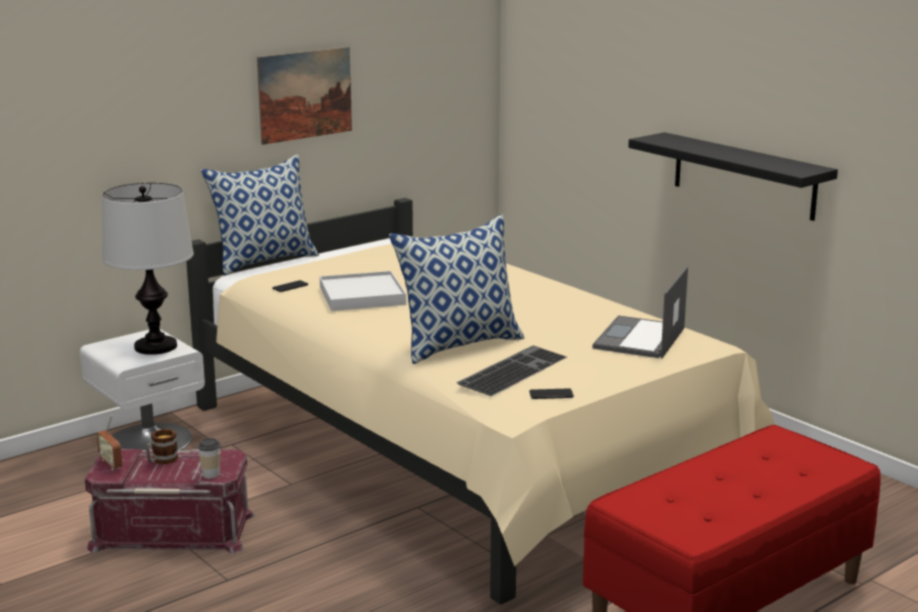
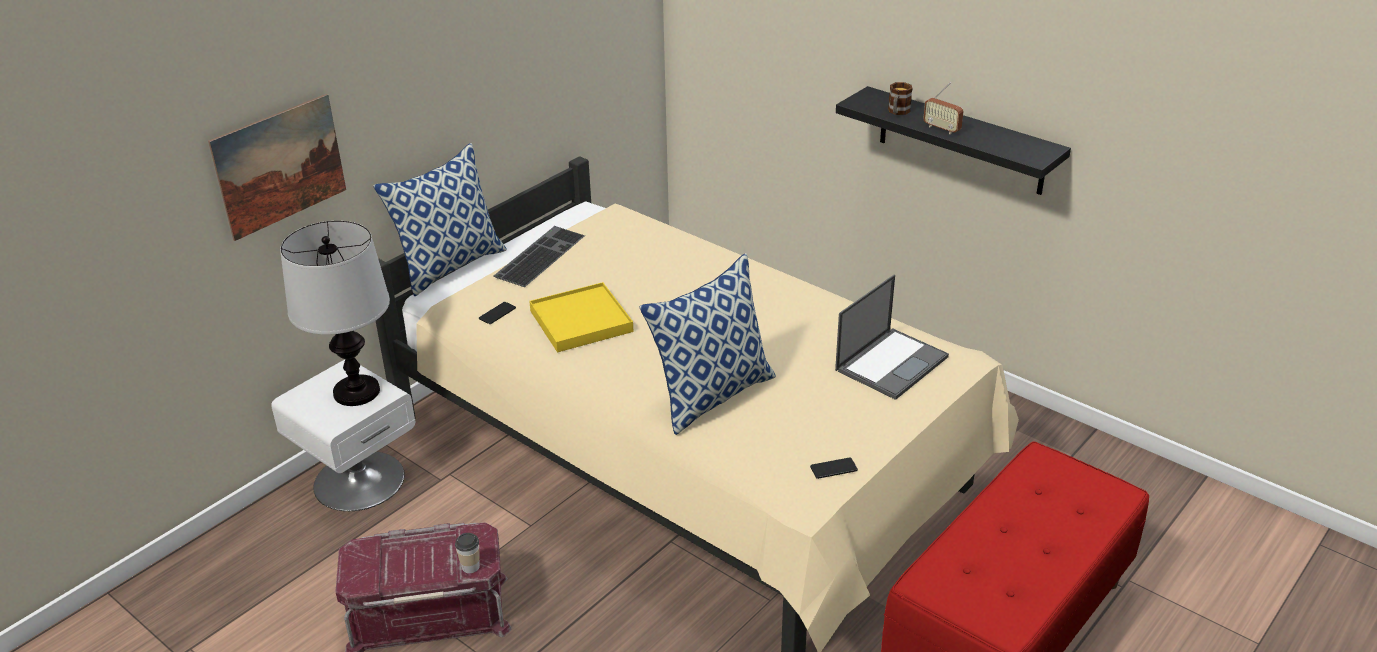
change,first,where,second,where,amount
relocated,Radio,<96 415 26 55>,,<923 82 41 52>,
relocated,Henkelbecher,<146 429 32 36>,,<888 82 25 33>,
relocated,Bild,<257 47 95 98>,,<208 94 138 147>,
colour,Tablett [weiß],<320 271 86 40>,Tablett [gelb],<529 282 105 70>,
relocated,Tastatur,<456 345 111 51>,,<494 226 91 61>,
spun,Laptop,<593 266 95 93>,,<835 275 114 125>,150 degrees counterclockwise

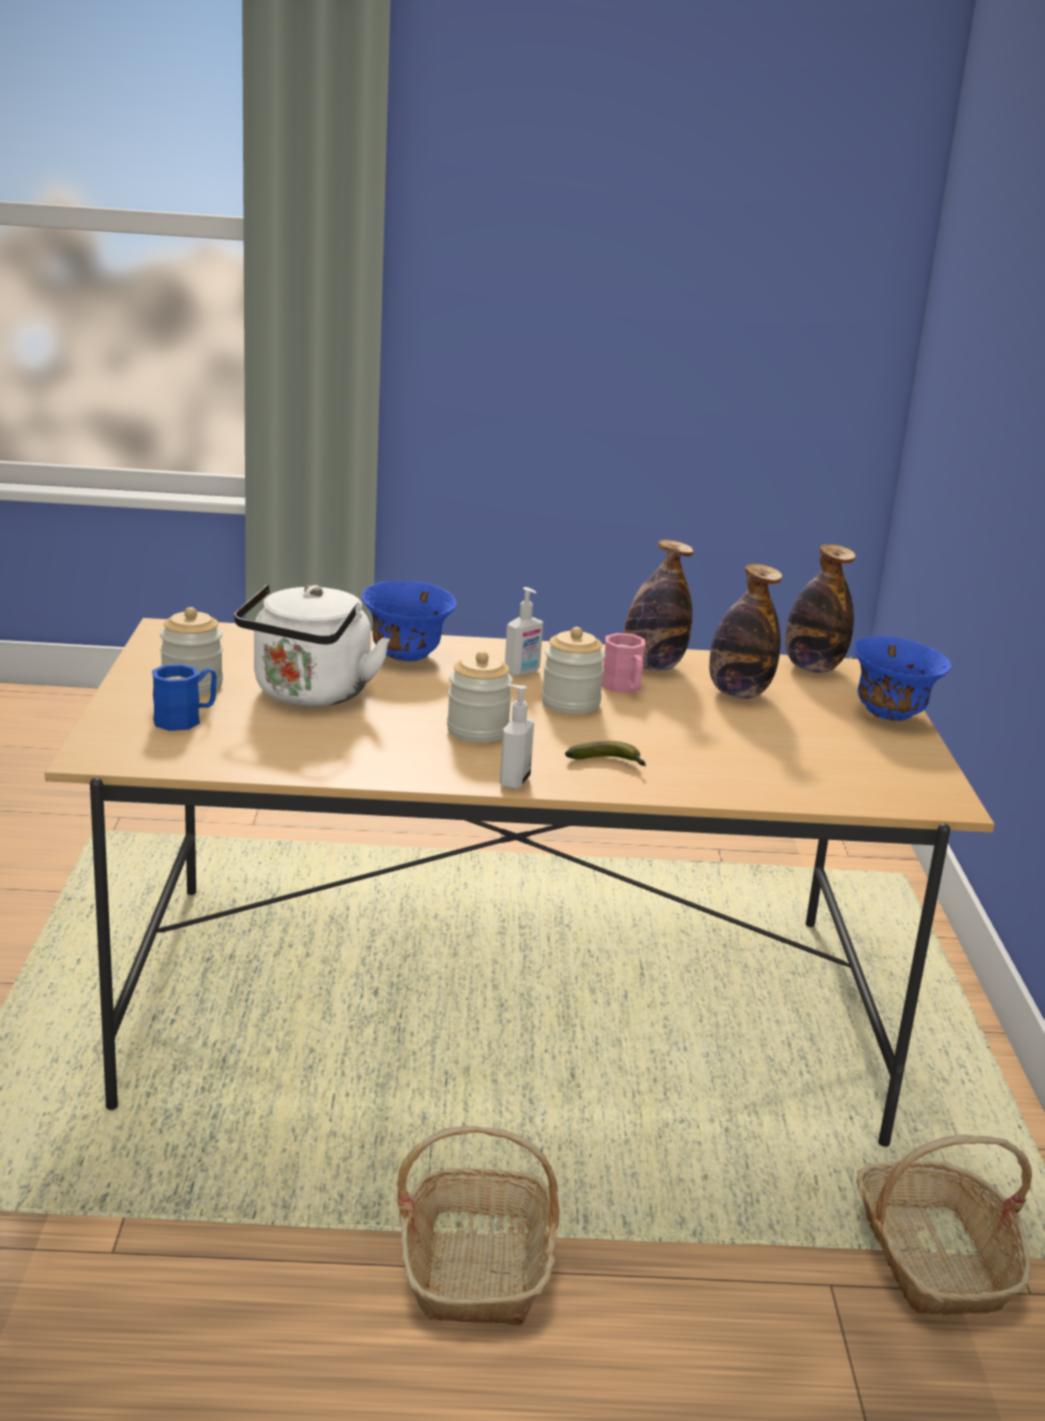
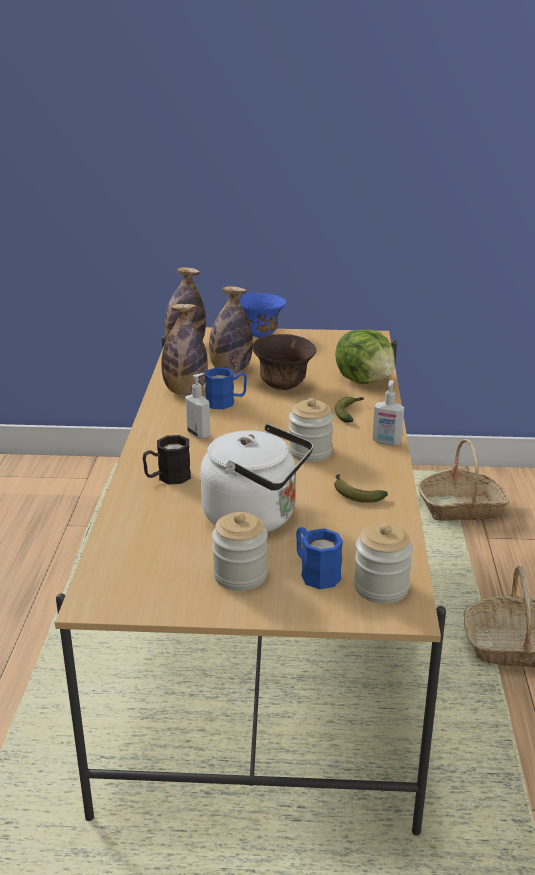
change,first,where,second,where,amount
exchanged,Schüssel [blau],<362 581 95 80>,Henkelbecher [schwarz],<143 435 48 49>,
relocated,Vorratsglas,<542 627 63 87>,,<354 523 59 80>,
colour,Henkelbecher [rosa],<602 633 44 60>,Henkelbecher [blau],<205 368 42 41>,
appeared,,,Schüssel [braun],<252 334 64 56>,
appeared,,,Banane,<334 474 54 29>,
appeared,,,Salatkopf,<335 329 60 55>,

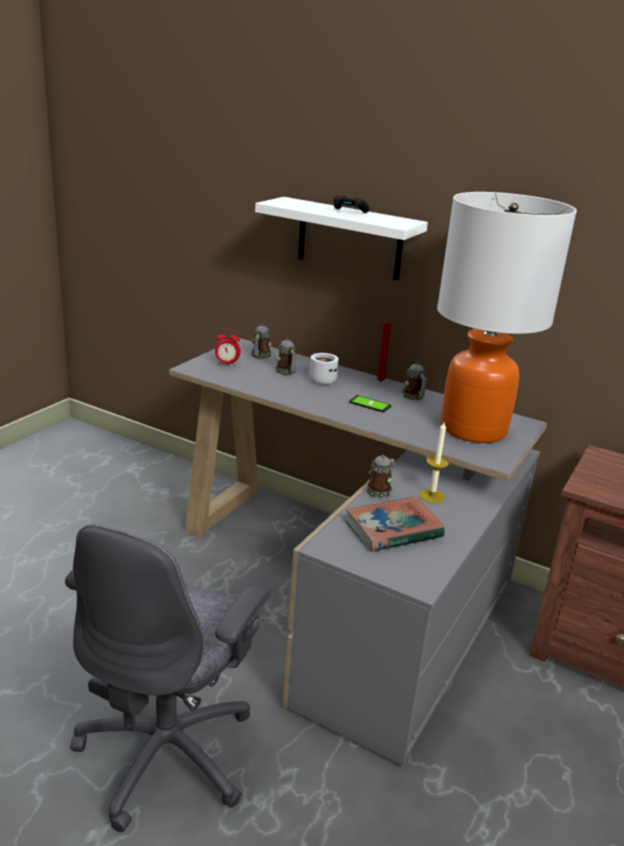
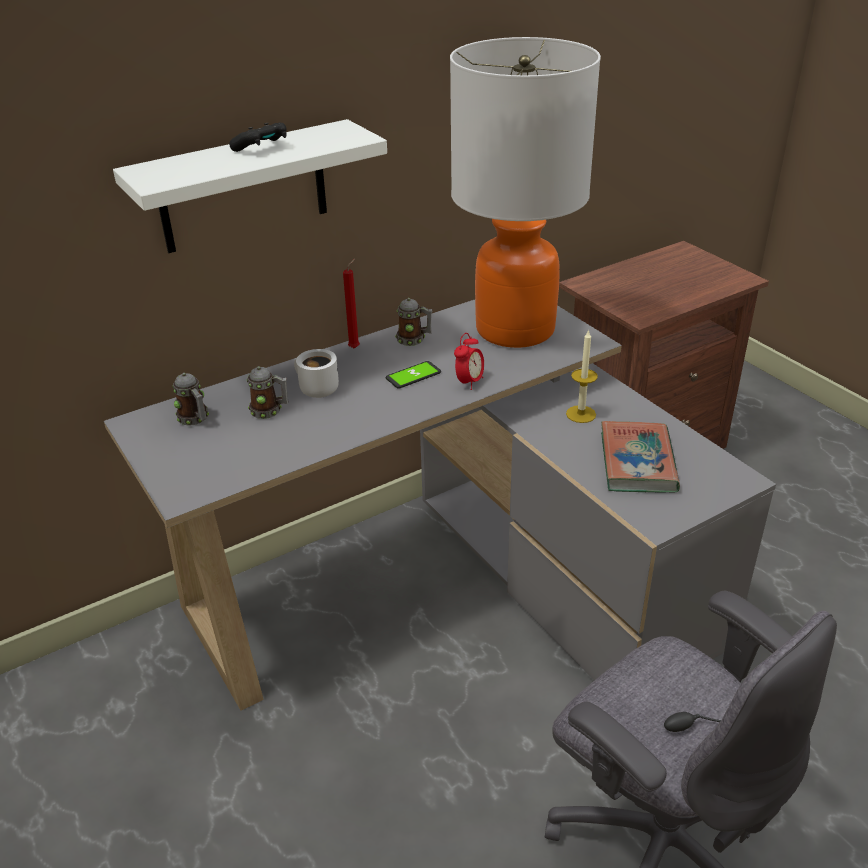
change,first,where,second,where,amount
relocated,Wecker,<215 329 25 38>,,<454 333 30 57>,
missing,Henkelbecher,<366 455 28 43>,,,

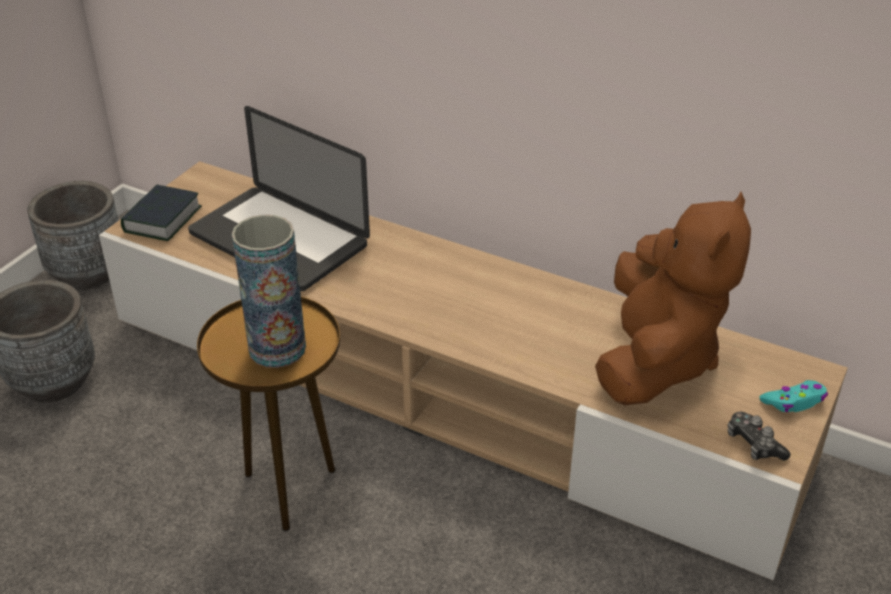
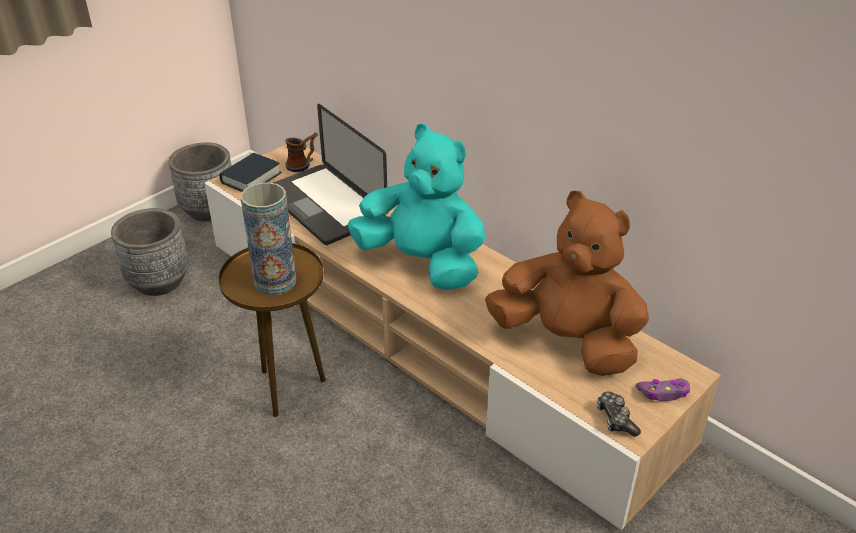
change,first,where,second,where,amount
spun,Plüschtier [braun],<595 192 156 213>,,<485 191 164 185>,90 degrees counterclockwise
colour,Gamepad [türkis],<759 380 69 32>,Gamepad [lila],<636 379 54 22>,
appeared,,,Henkelbecher,<285 133 33 39>,
appeared,,,Plüschtier [türkis],<347 124 138 166>,

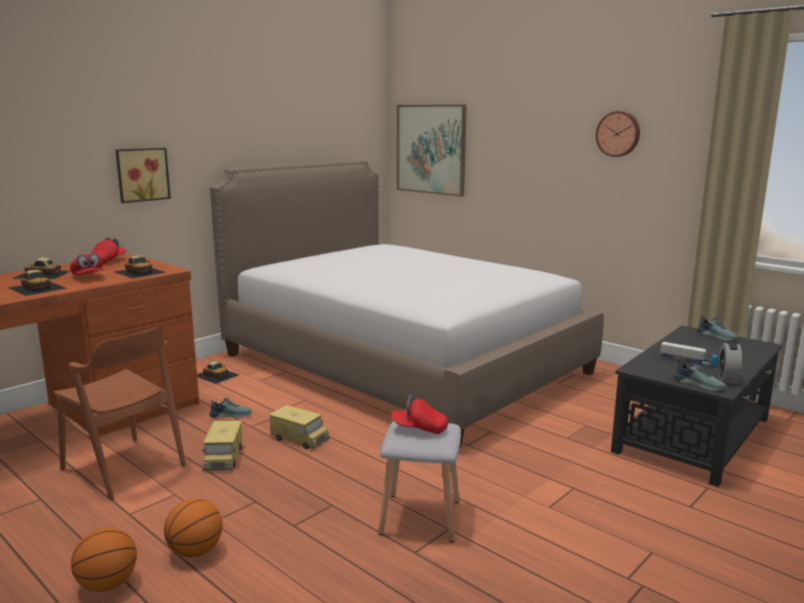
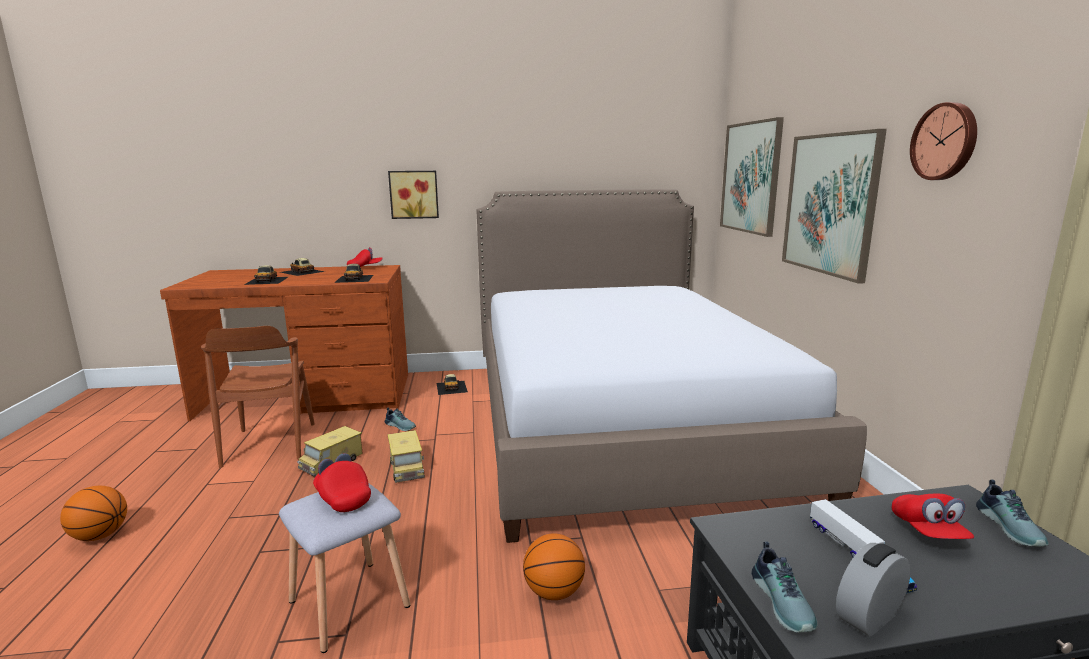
change,first,where,second,where,amount
relocated,Kappe [rot],<70 253 35 22>,,<892 494 82 45>,
relocated,Basketball,<164 499 59 59>,,<523 533 62 67>,
appeared,,,Bild,<782 129 105 155>,

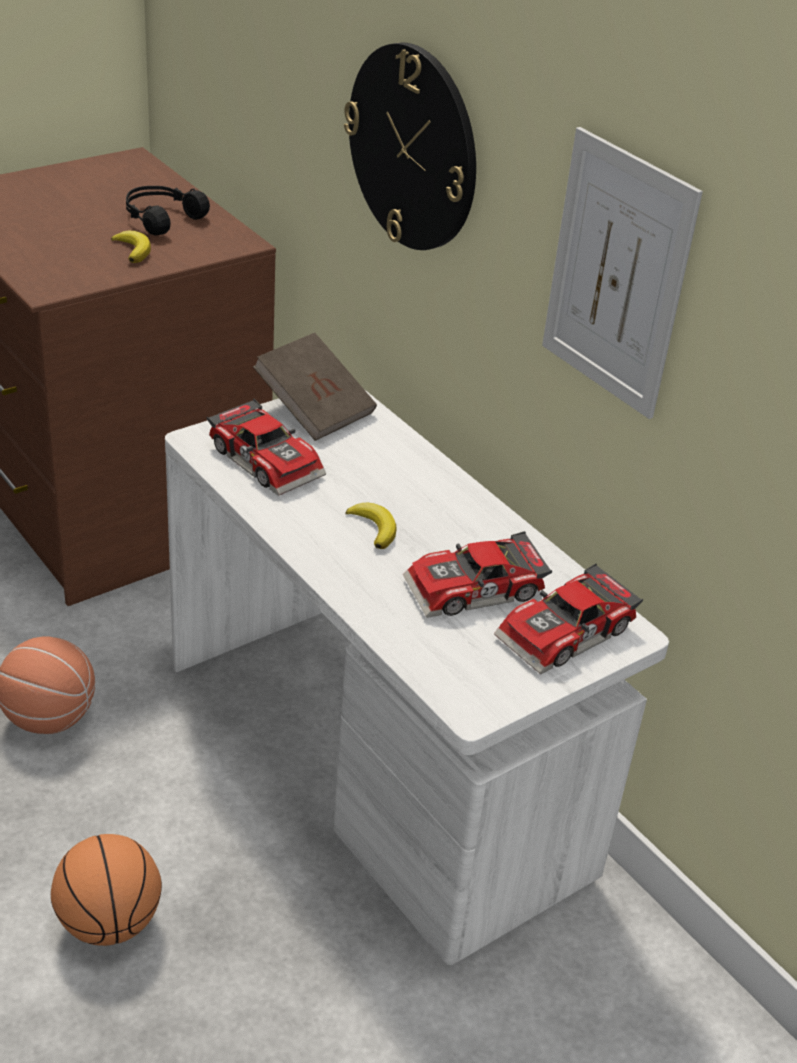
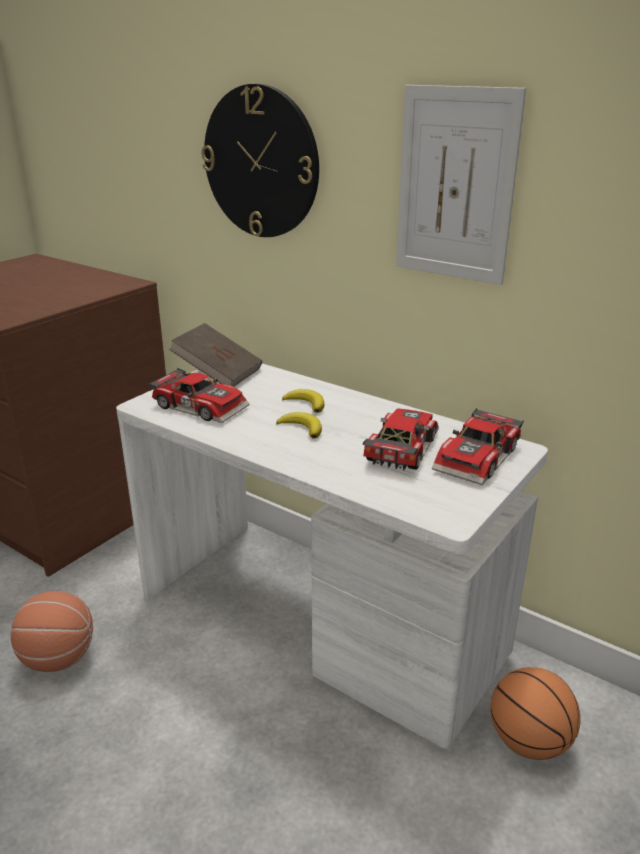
change,first,where,second,where,amount
relocated,Basketball,<51 834 111 112>,,<490 667 91 93>,
relocated,Banane,<111 231 40 32>,,<282 389 42 24>,
missing,Kopfhörer [schwarz],<126 186 84 50>,,,
spun,Spielzeugauto,<403 531 149 87>,,<363 409 76 61>,150 degrees clockwise

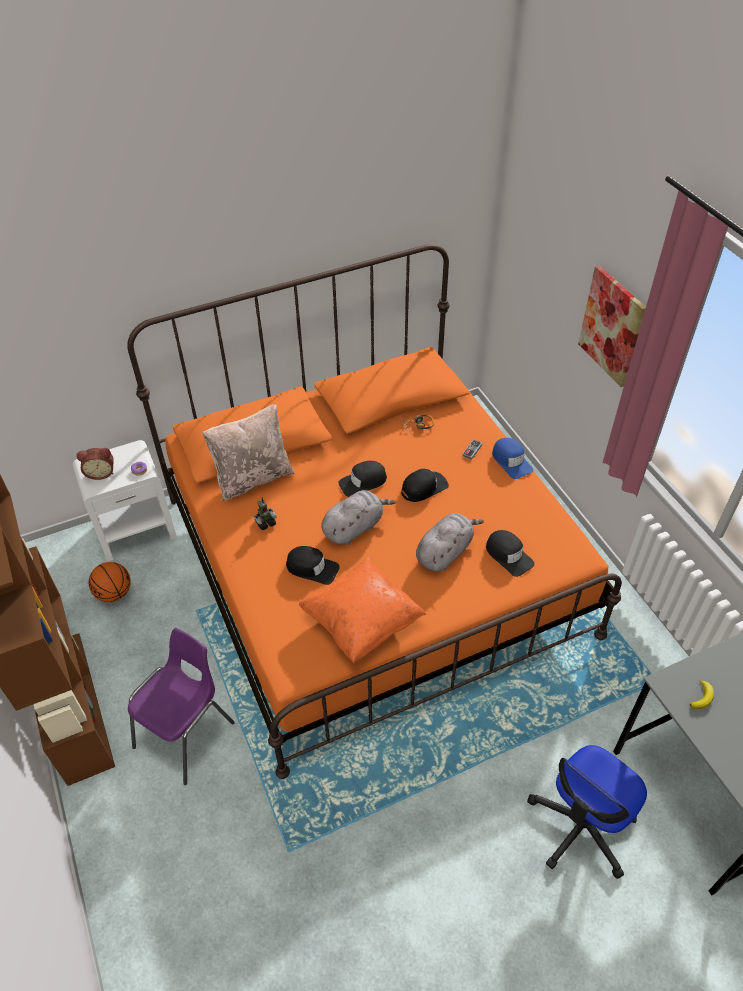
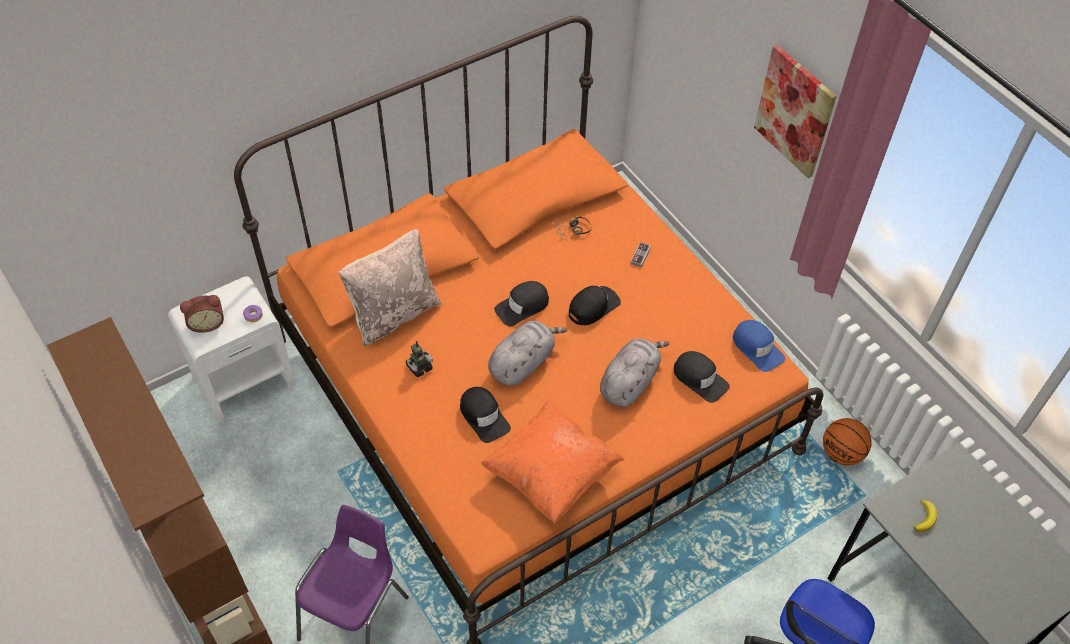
change,first,where,second,where,amount
relocated,Basketball,<89 562 42 40>,,<823 418 49 47>,
spun,Kappe [schwarz],<286 546 54 39>,,<460 387 51 56>,45 degrees clockwise
relocated,Kappe [blau],<492 438 41 41>,,<733 320 52 52>,

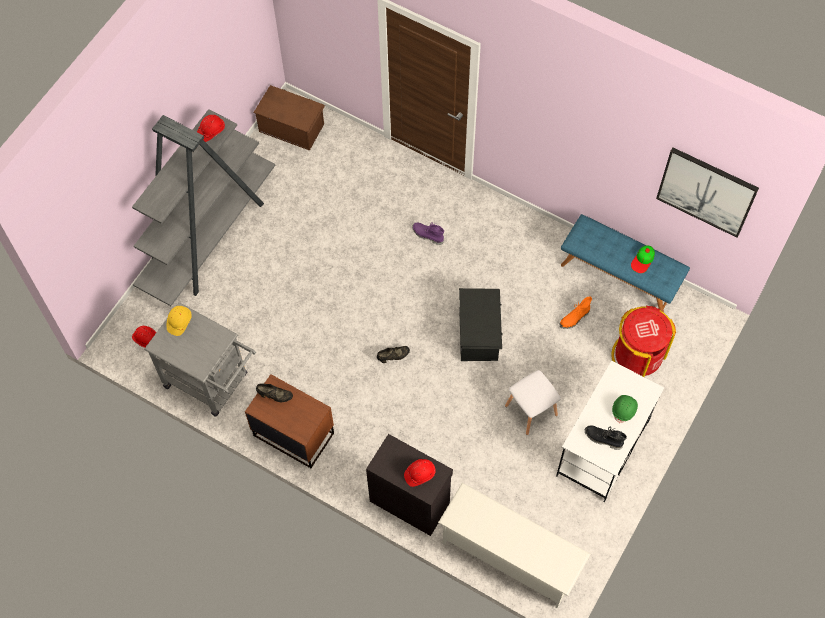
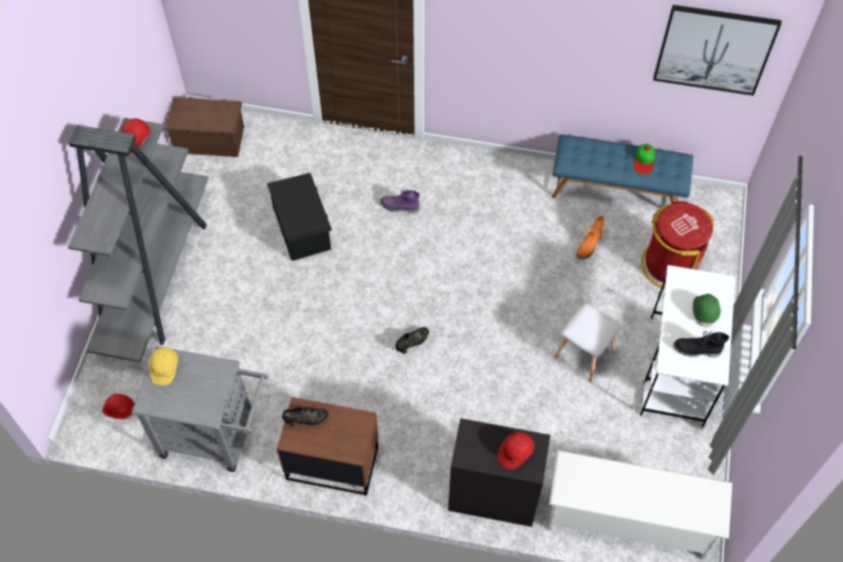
change,first,where,second,where,amount
relocated,Aufbewahrungsbox [schwarz],<459 288 44 73>,,<267 173 65 88>,

